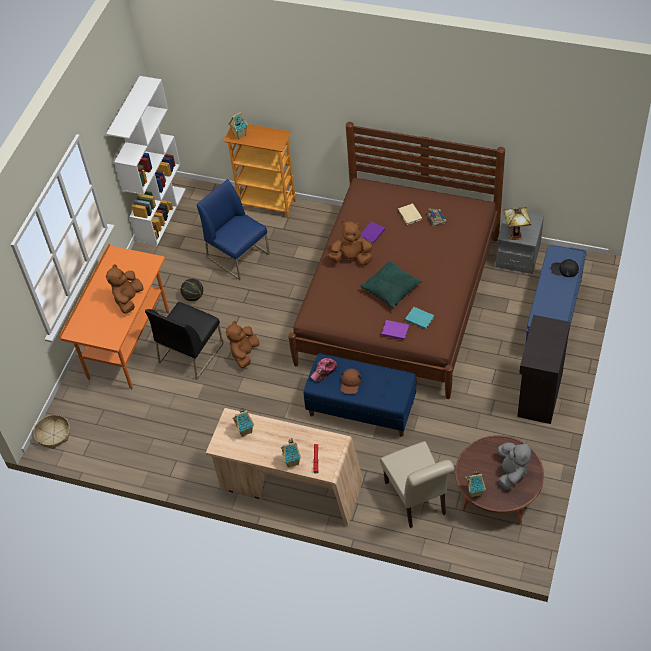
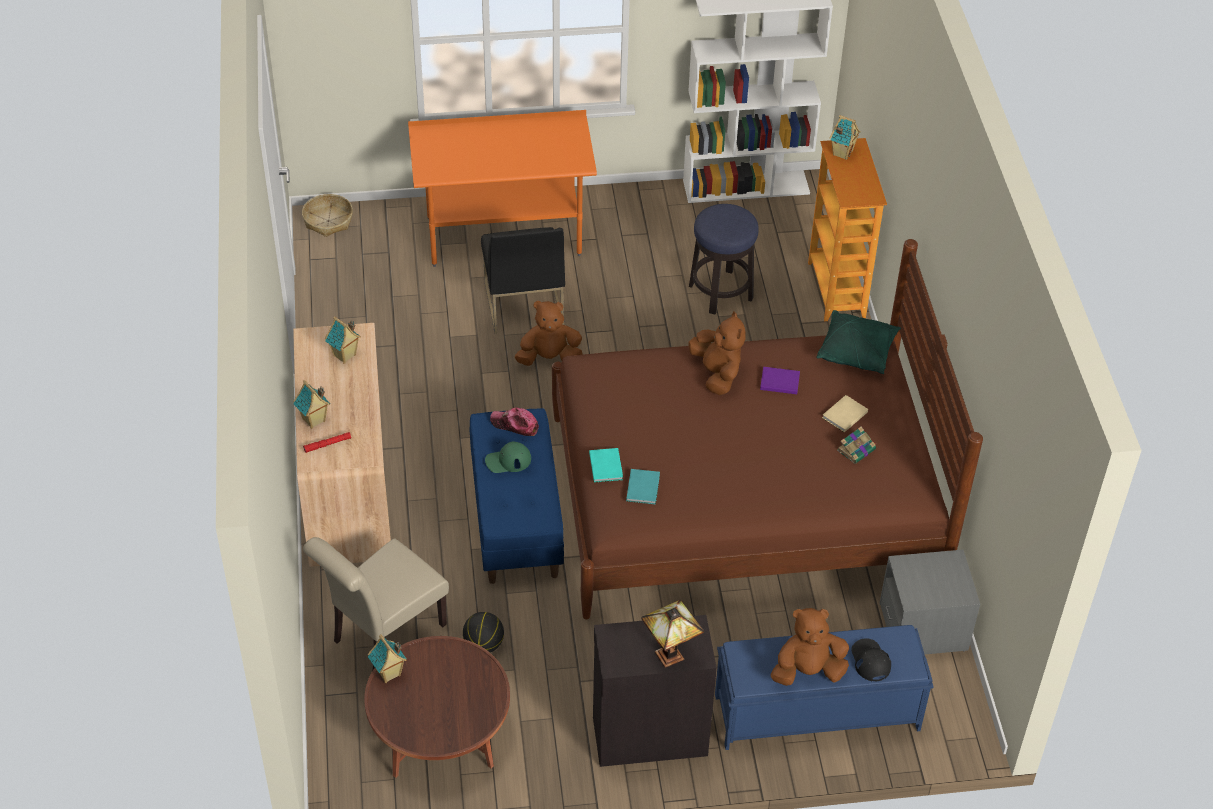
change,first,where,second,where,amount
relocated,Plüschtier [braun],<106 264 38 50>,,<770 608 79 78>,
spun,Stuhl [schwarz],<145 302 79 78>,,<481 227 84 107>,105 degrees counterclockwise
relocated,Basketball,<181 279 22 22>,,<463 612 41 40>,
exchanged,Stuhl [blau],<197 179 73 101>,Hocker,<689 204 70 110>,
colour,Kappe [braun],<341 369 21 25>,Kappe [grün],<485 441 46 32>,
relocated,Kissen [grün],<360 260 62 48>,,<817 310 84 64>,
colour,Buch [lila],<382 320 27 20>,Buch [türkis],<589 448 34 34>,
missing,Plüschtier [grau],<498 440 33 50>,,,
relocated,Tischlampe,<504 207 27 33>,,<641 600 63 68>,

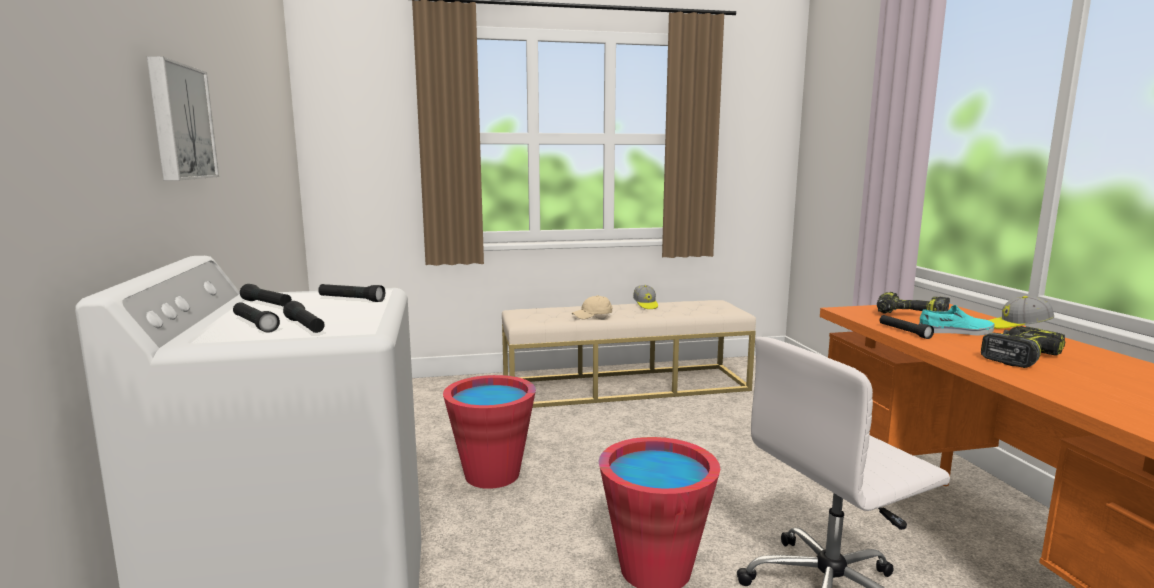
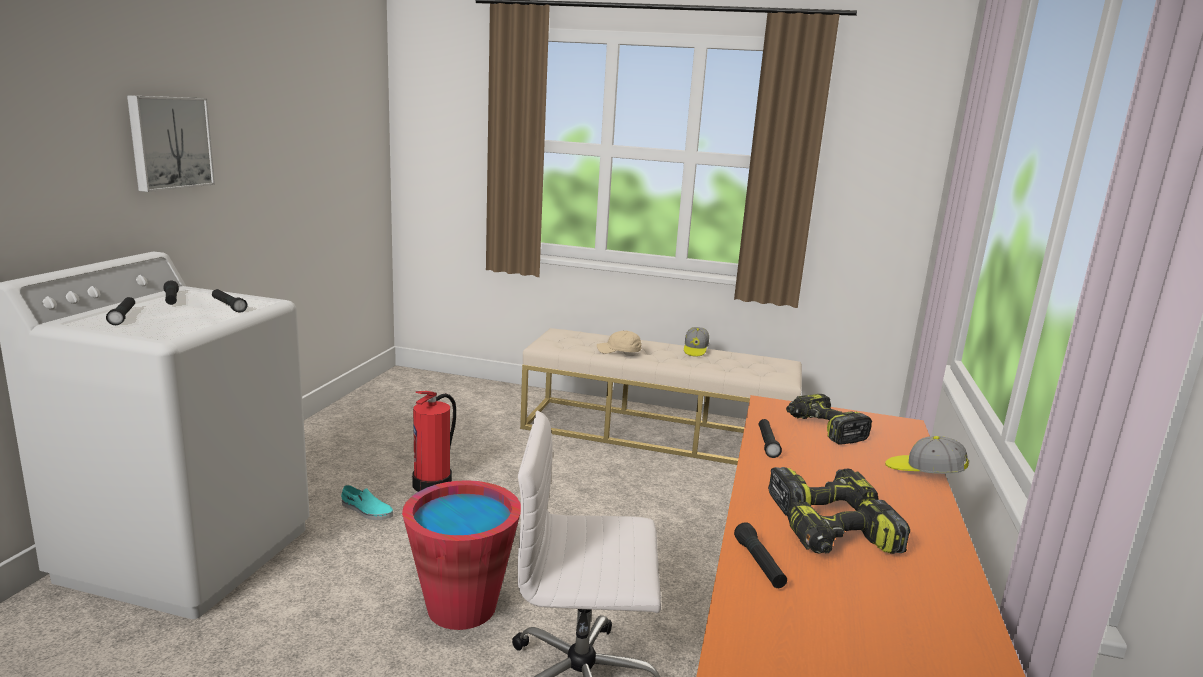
change,first,where,second,where,amount
relocated,Taschenlampe [schwarz],<283 301 42 32>,,<734 522 53 66>,
exchanged,Eimer [rot],<443 375 93 114>,Feuerlöscher,<412 391 44 101>,
relocated,Schuh [türkis],<919 305 76 31>,,<341 485 52 35>,
appeared,,,Bohrmaschine,<787 500 123 54>,

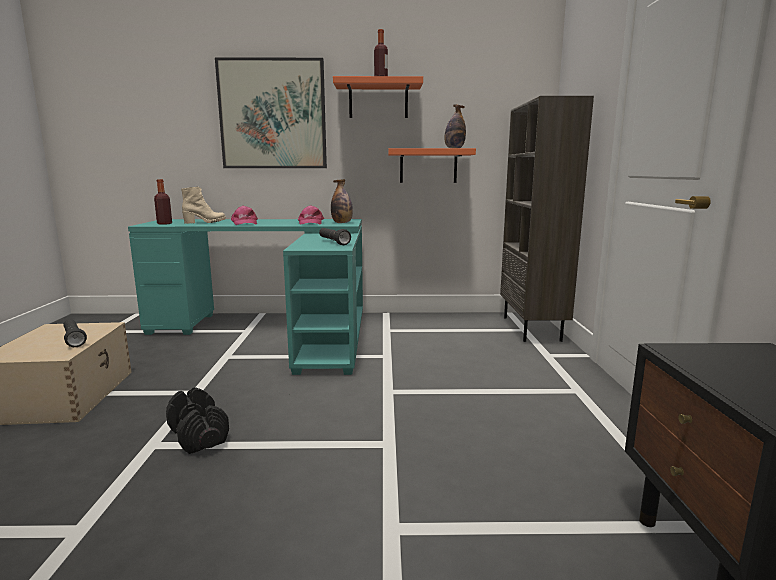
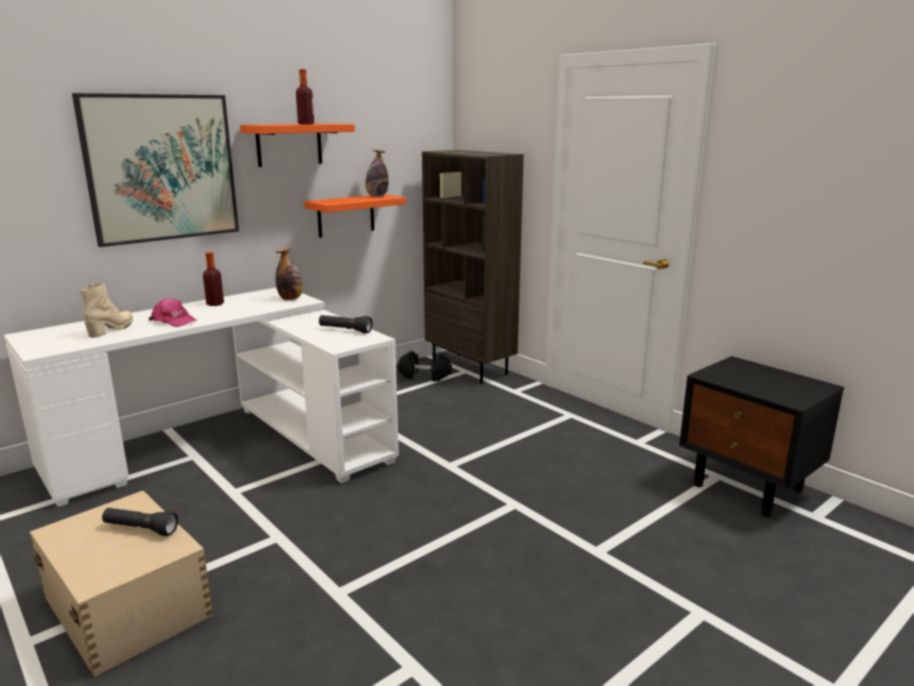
change,first,where,second,where,amount
colour,Schreibtisch [türkis],<128 219 235 156>,Schreibtisch [weiß],<4 288 395 219>,
relocated,Flasche,<154 179 18 46>,,<203 252 21 54>,
relocated,Hantel [schwarz],<166 387 63 67>,,<398 351 54 30>,
missing,Kappe [rosa],<298 205 26 20>,,,

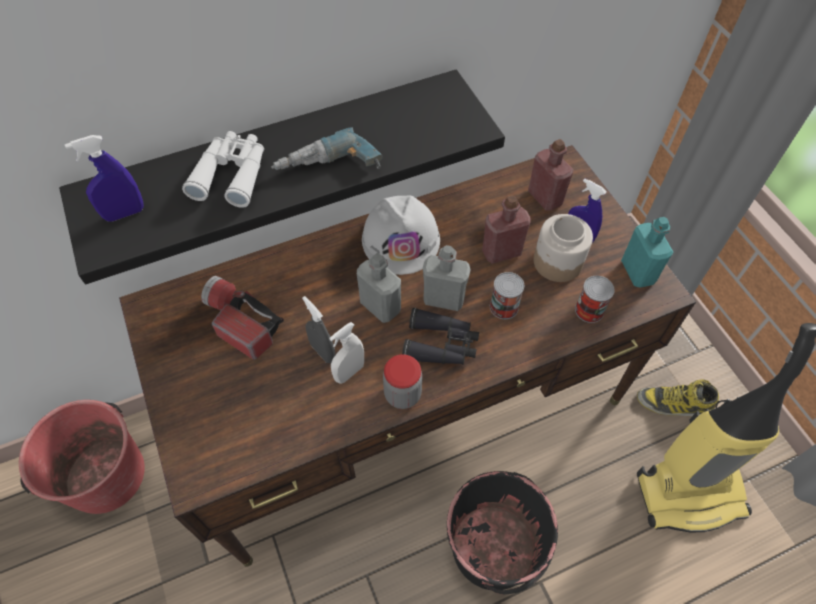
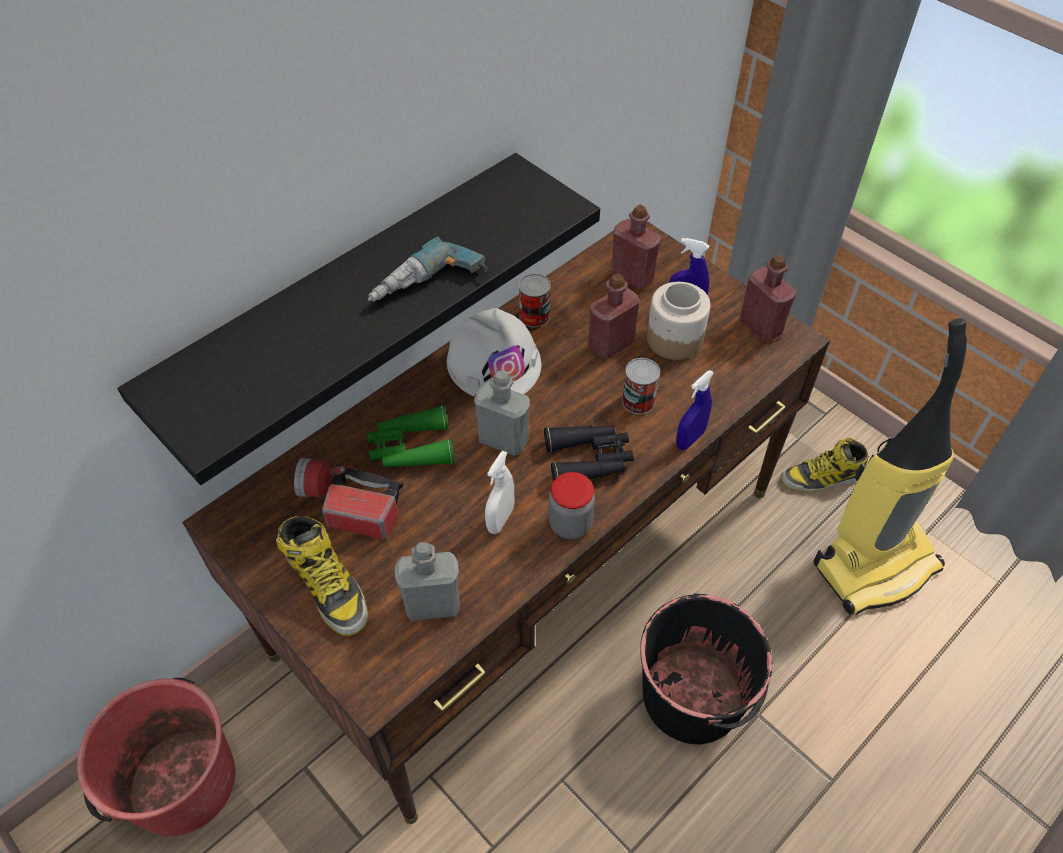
change,first,where,second,where,amount
relocated,Sprühflasche [blau],<65 135 79 86>,,<676 370 38 80>,
missing,Fernglas [weiß],<182 131 82 77>,,,
missing,Sprühflasche [grau],<302 296 33 67>,,,
relocated,Flasche [grau],<423 245 47 66>,,<395 542 65 79>,
relocated,Dose,<575 276 40 47>,,<519 273 32 54>,
colour,Flasche [türkis],<621 217 52 71>,Flasche [rot],<739 255 57 86>,
appeared,,,Stiefel,<276 516 92 120>,
appeared,,,Fernglas [grün],<366 406 89 62>,

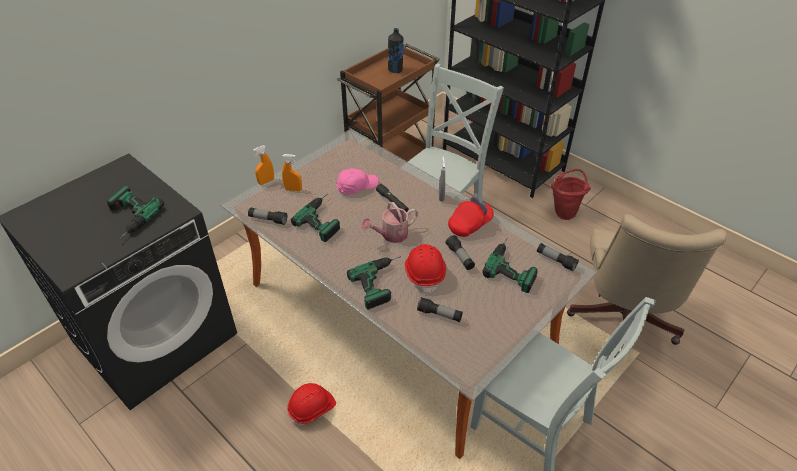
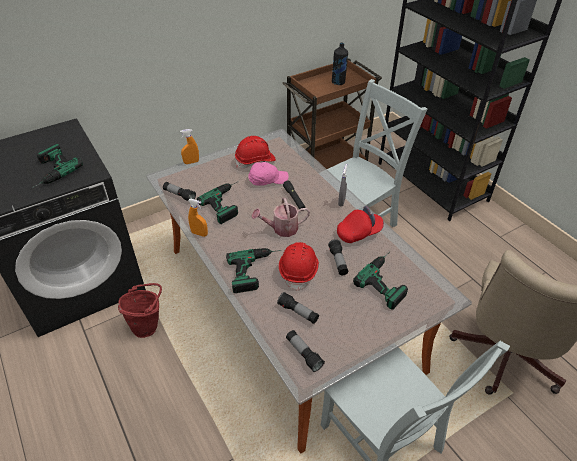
change,first,where,second,where,amount
relocated,Sprühflasche [orange],<282 154 20 37>,,<188 199 20 38>,
relocated,Schutzhelm [rot],<287 383 49 43>,,<235 136 41 32>,
relocated,Taschenlampe,<537 243 42 29>,,<286 330 39 42>,
relocated,Eimer [rot],<550 169 41 51>,,<118 283 44 55>,

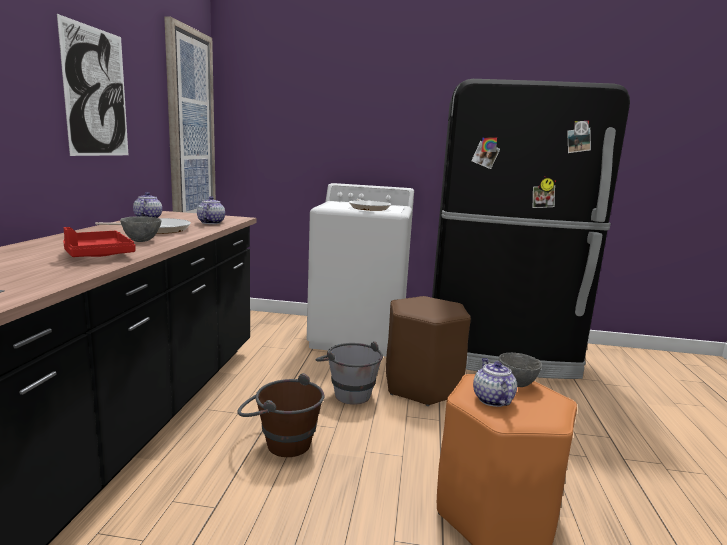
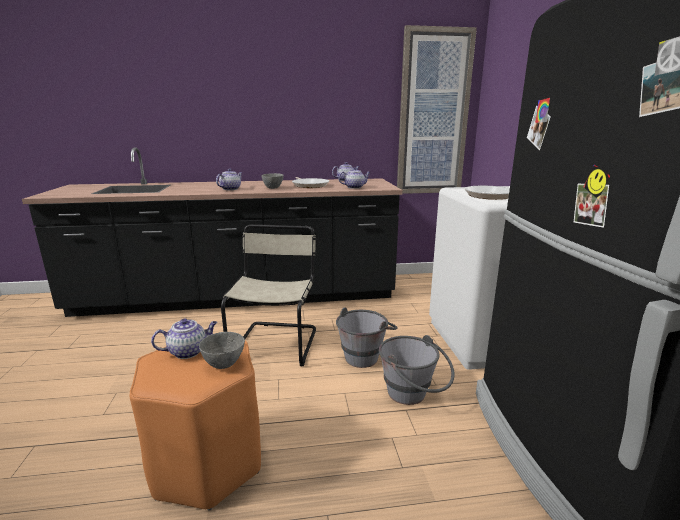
change,first,where,second,where,amount
missing,Bild,<57 14 71 142>,,,
exchanged,Tablett [rot],<63 227 73 30>,Teekanne,<216 168 27 22>,
exchanged,Eimer [braun],<237 373 87 84>,Stuhl [beige],<221 224 96 142>,
exchanged,Hocker [braun],<386 296 85 110>,Eimer [grau],<379 335 75 70>,

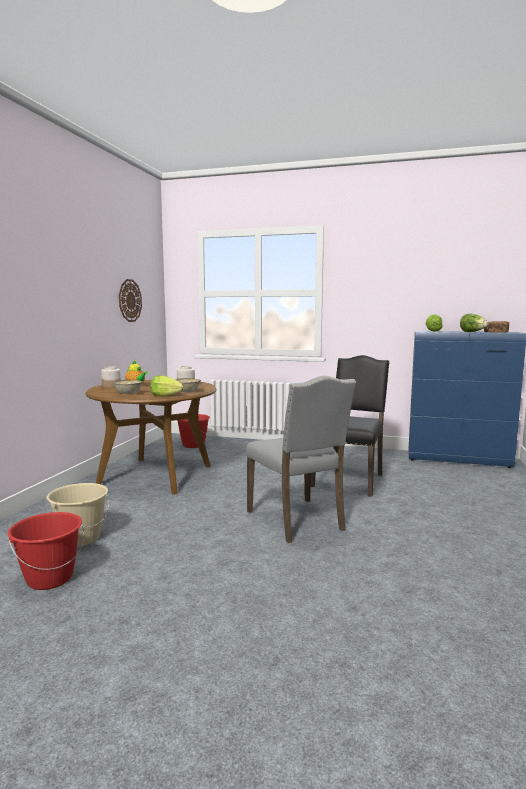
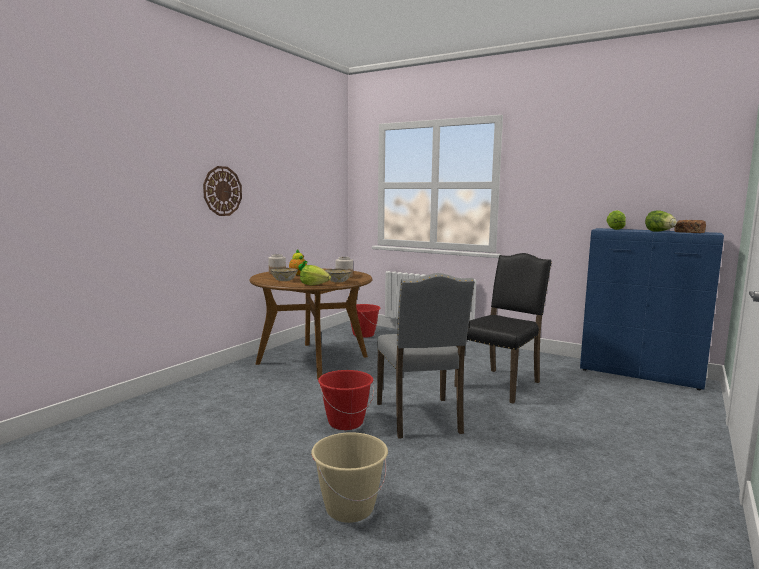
change,first,where,second,where,amount
relocated,Eimer [rot],<8 512 76 78>,,<318 370 56 60>,
relocated,Eimer [beige],<46 483 63 64>,,<311 432 77 91>,
relocated,Wanduhr,<119 279 23 43>,,<203 166 39 50>,

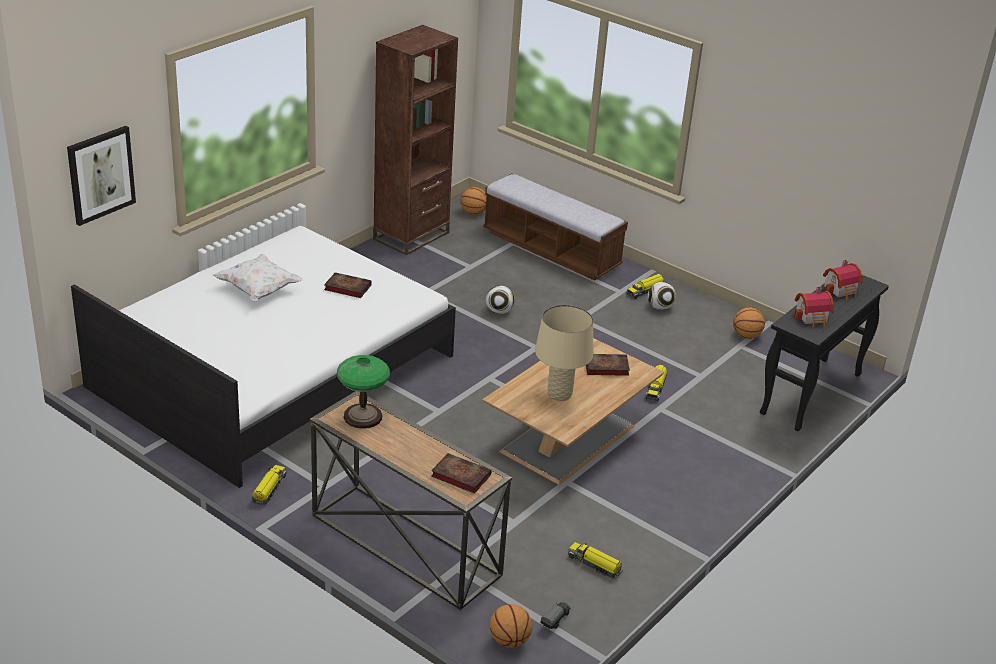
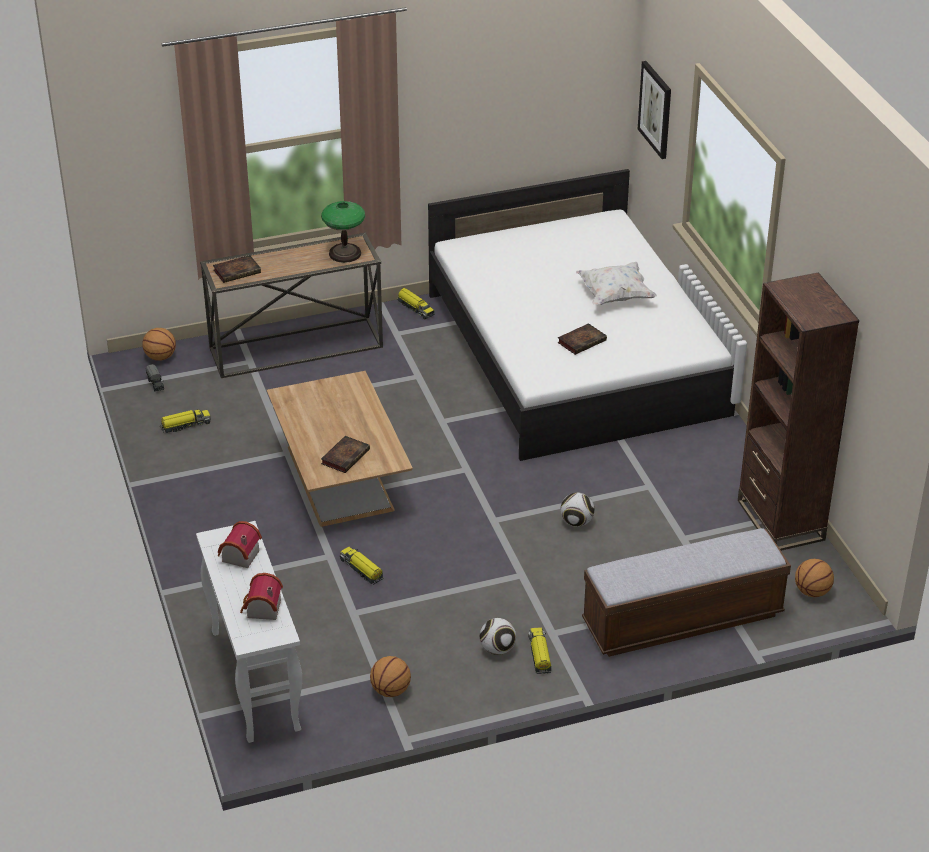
change,first,where,second,where,amount
missing,Tischlampe [beige],<535 305 58 96>,,,
colour,Konsolentisch [schwarz],<760 275 129 156>,Konsolentisch [weiß],<196 521 106 222>,

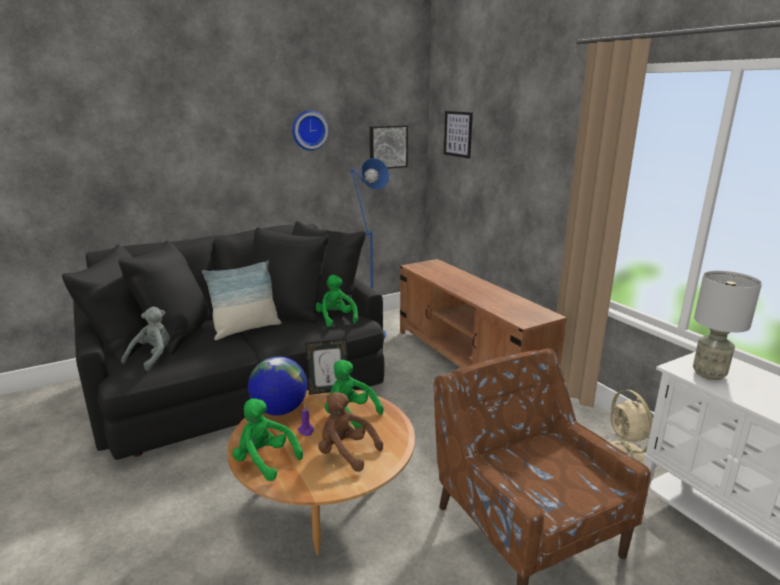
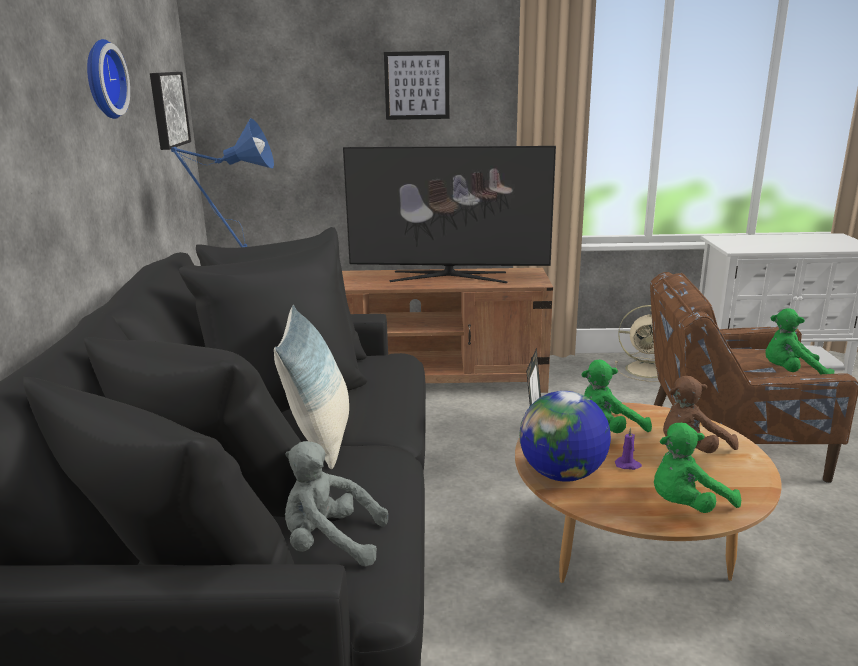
change,first,where,second,where,amount
spun,Plüschtier [grau],<121 307 49 64>,,<285 441 103 125>,45 degrees counterclockwise
relocated,Plüschtier [grün],<316 275 42 52>,,<765 308 69 66>,
relocated,Bild,<444 111 29 48>,,<384 51 65 69>,
missing,Tischlampe [grau],<693 271 69 109>,,,
appeared,,,Fernseher,<343 146 213 137>,

